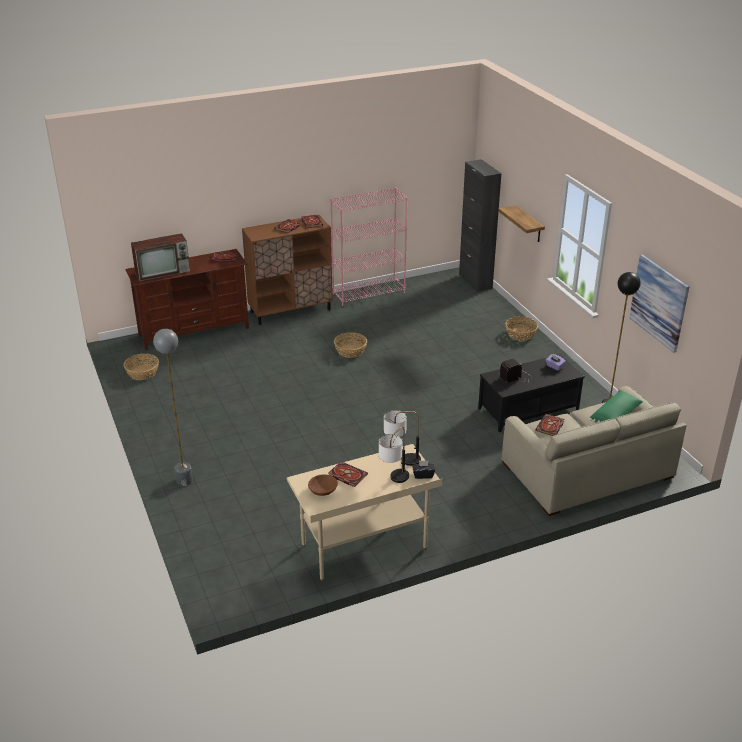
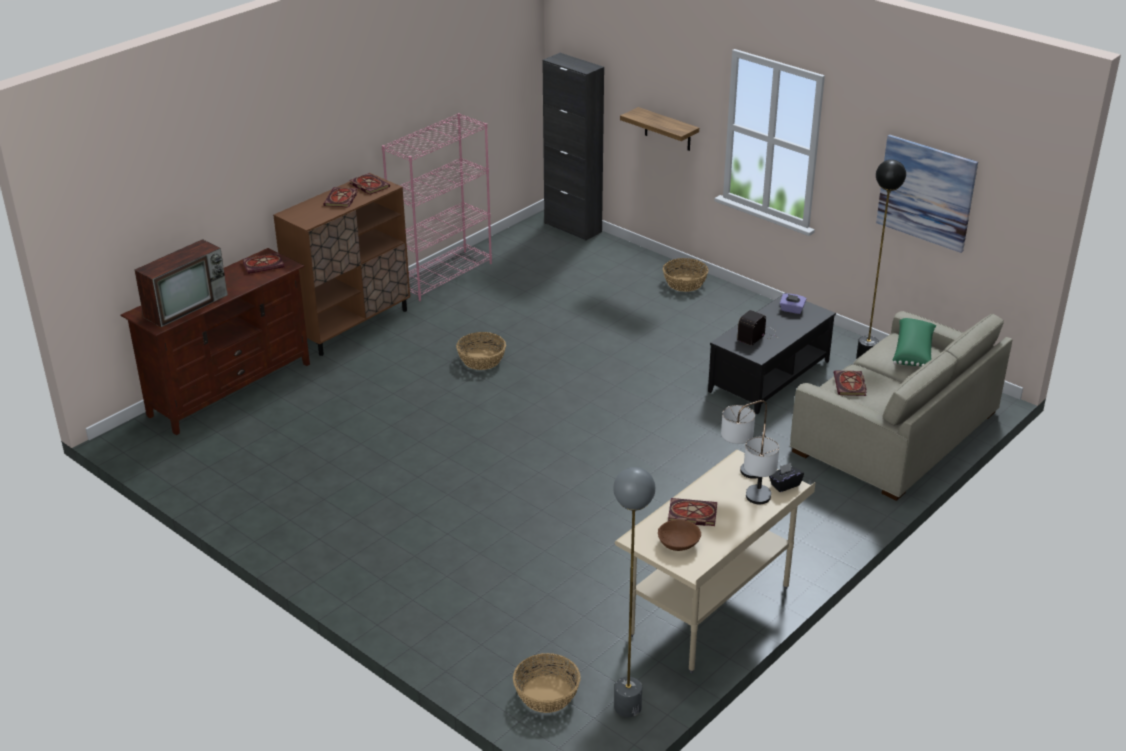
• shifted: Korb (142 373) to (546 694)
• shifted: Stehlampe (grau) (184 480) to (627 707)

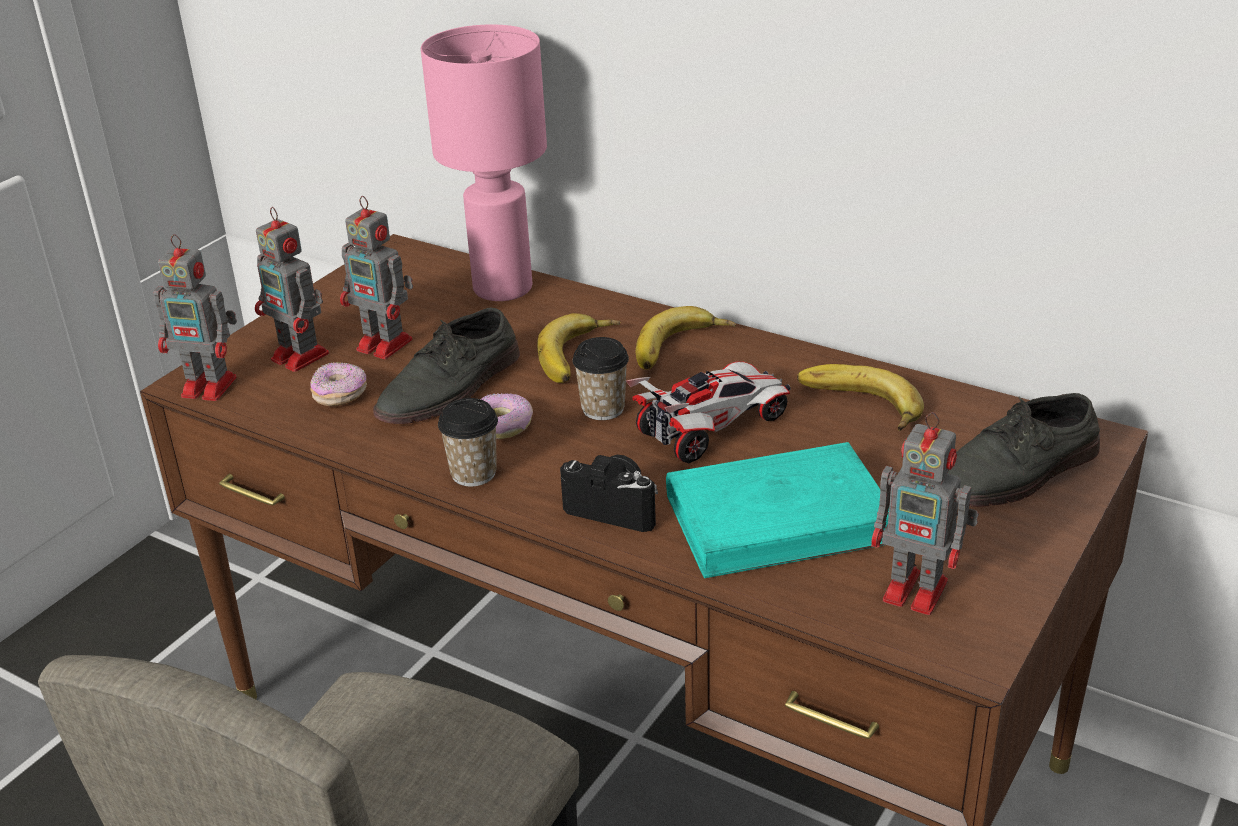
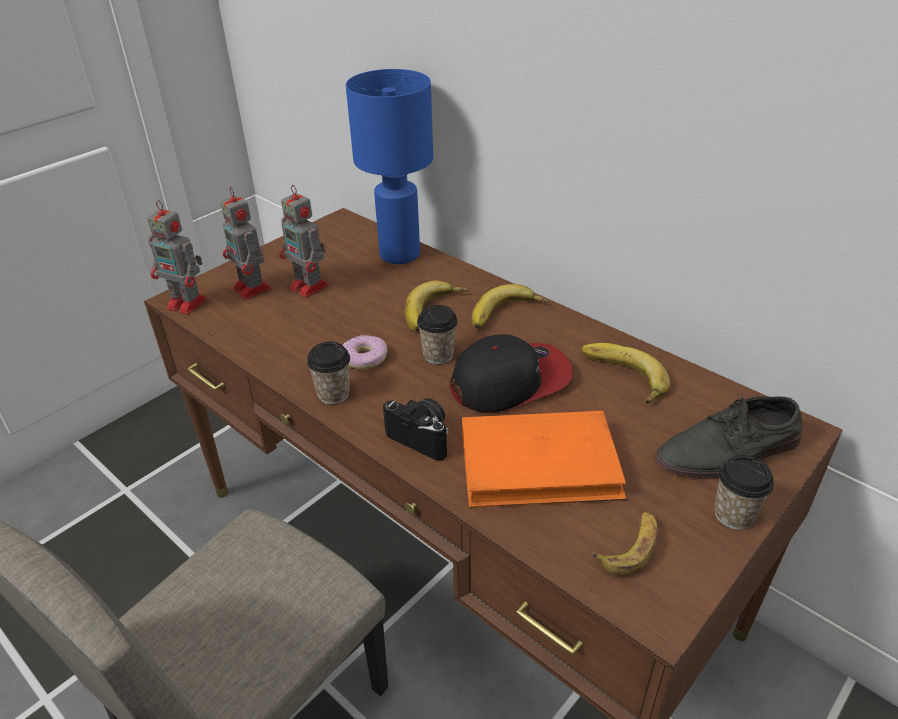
• repainted: Tischlampe (rosa) (501 289) to Tischlampe (blau) (398 255)
• swapped: Spielzeugauto (712 427) to Kappe (510 380)
• repainted: Buch (türkis) (780 518) to Buch (orange) (539 464)
• swapped: Spielzeugroboter (919 592) to Banane (630 547)
• new: Tasse (734 514)
• gone: Donut (340 395)
• gone: Schuh (grau) (451 387)

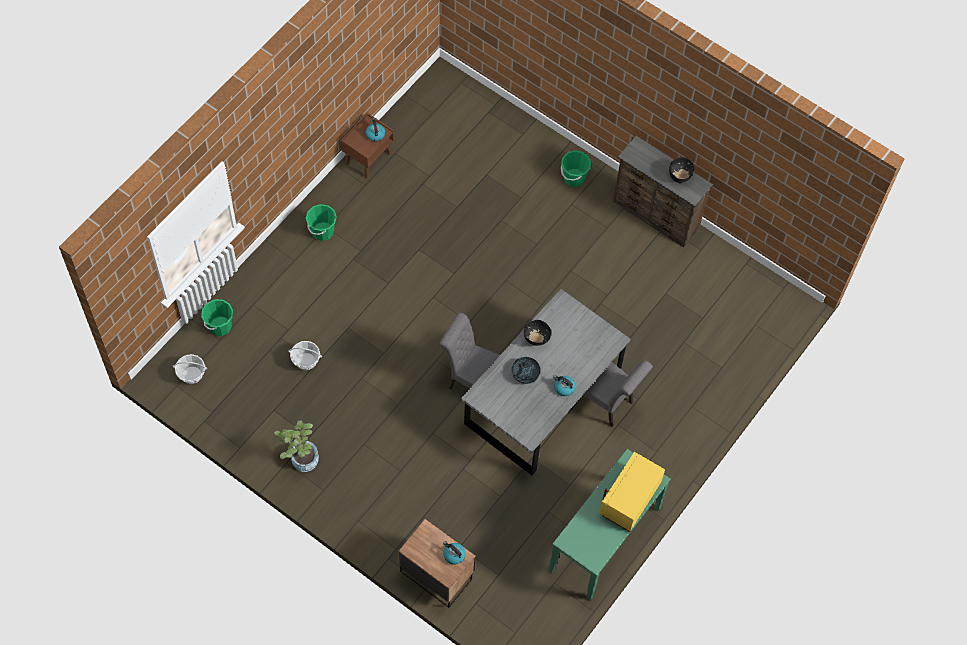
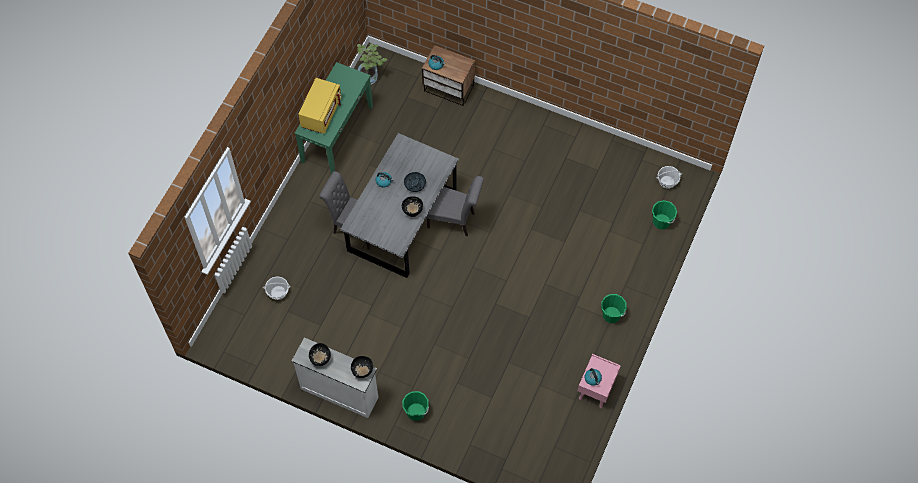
• shifted: Korb (306 361) to (278 292)
• repainted: Kommode (braun) (655 216) to Kommode (weiß) (339 392)
• new: Schüssel (schwarz) (362 372)
• shifted: Topfpflanze (300 459) to (371 77)
• repainted: Nachttisch (braun) (368 158) to Nachttisch (rosa) (596 389)

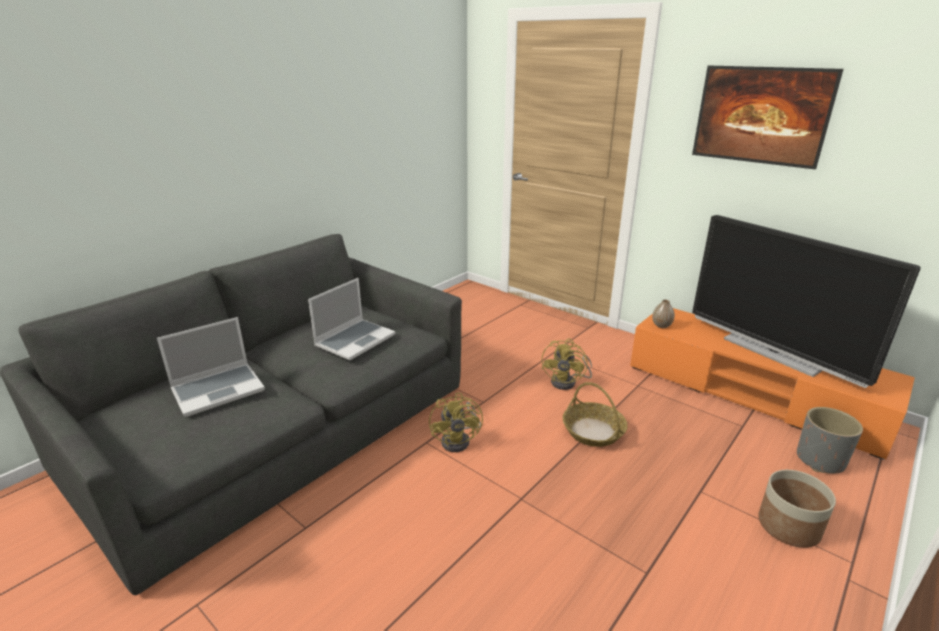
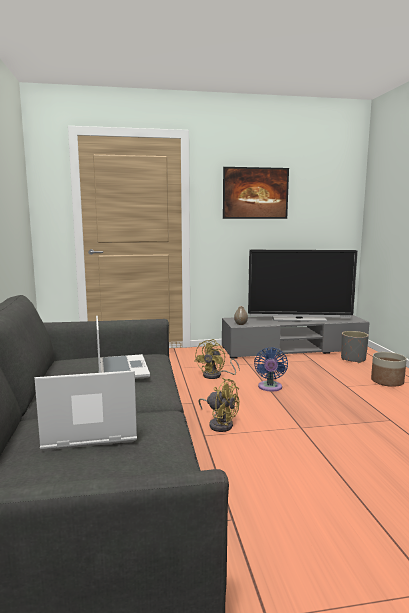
• rotated: Laptop (219 389) = (90 431) 105 degrees counterclockwise
• rotated: Ventilator (gelb) (568 382) = (216 375) 60 degrees clockwise
• repainted: Fernsehschrank (orange) (752 394) to Fernsehschrank (grau) (293 349)
• swapped: Korb (593 431) to Ventilator (blau) (270 388)

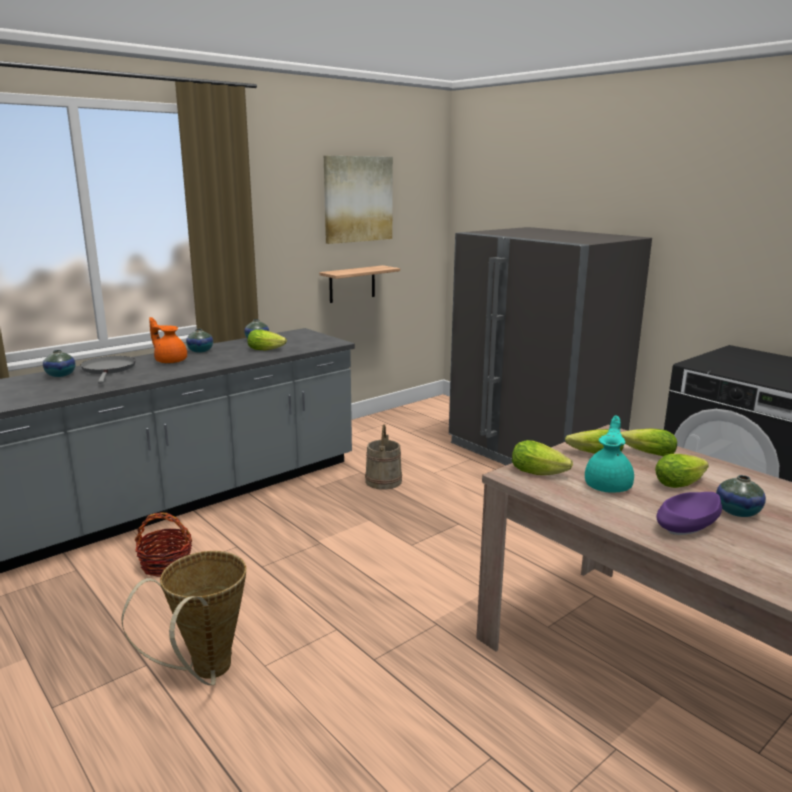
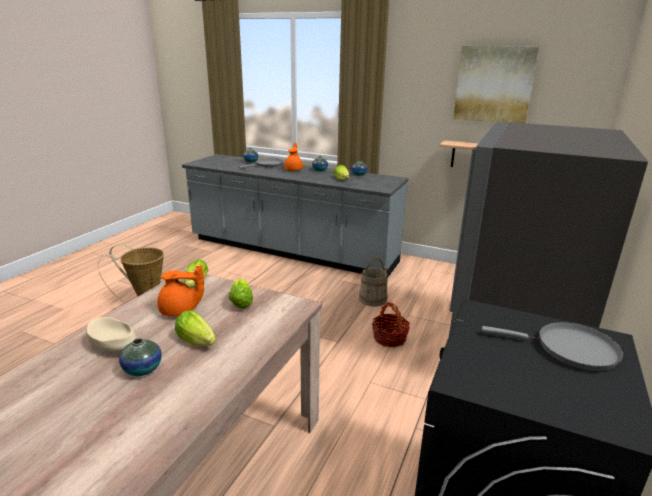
• repainted: Schüssel (lila) (687 526) to Schüssel (beige) (113 345)
• repainted: Teekanne (türkis) (608 485) to Teekanne (orange) (180 311)
• shifted: Korb (166 564) to (389 338)
• new: Pfanne (grau) (570 349)
• gone: Salatkopf (645 453)

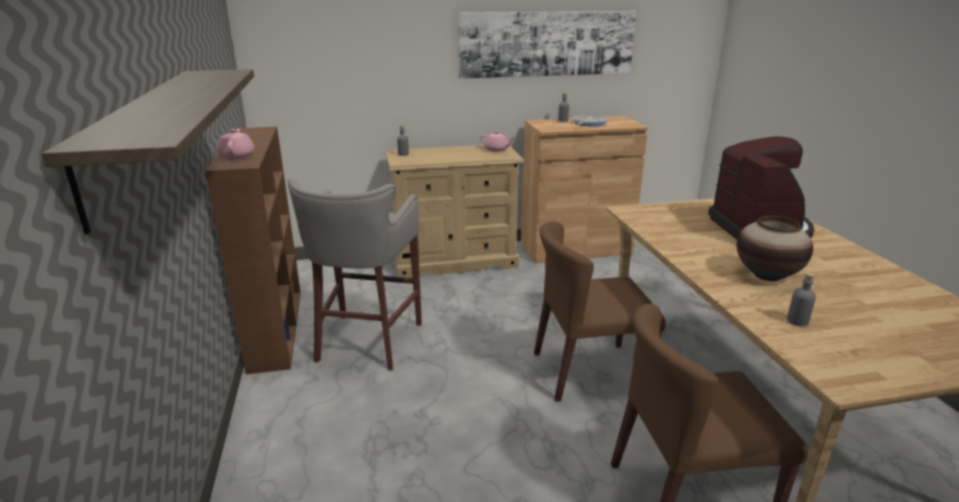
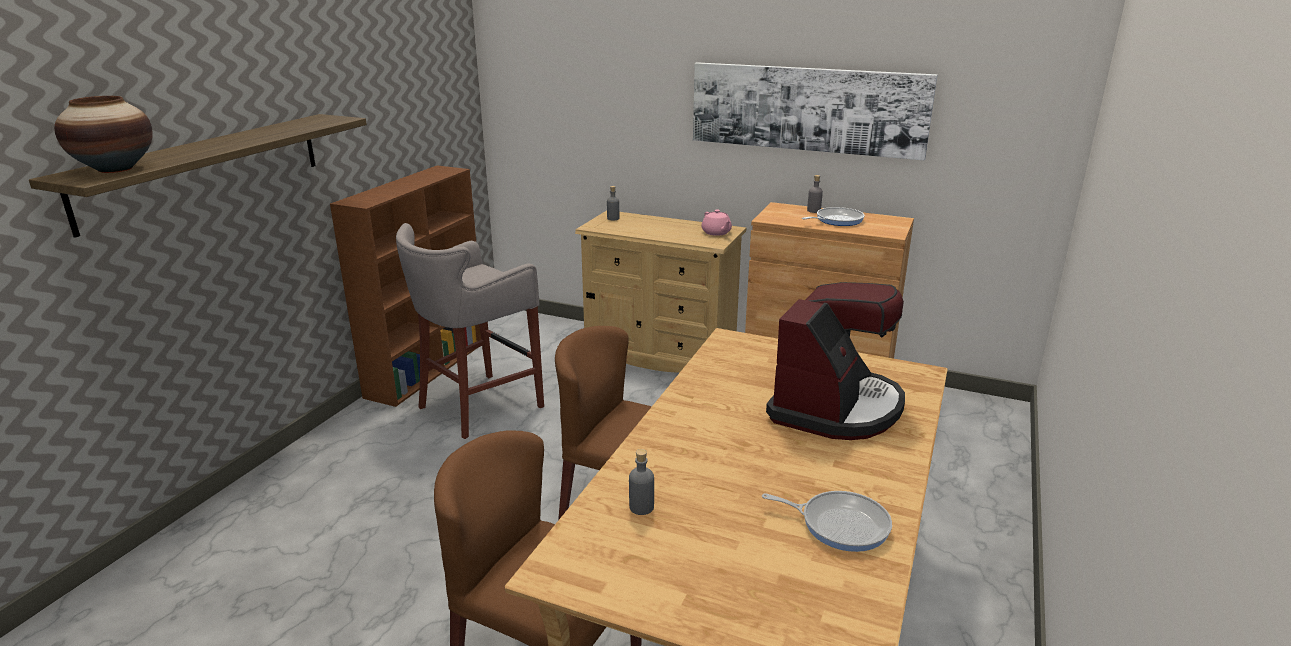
• shifted: Vase (766 275) to (115 169)
• new: Pfanne (840 524)
• gone: Teekanne (rosa) (237 156)

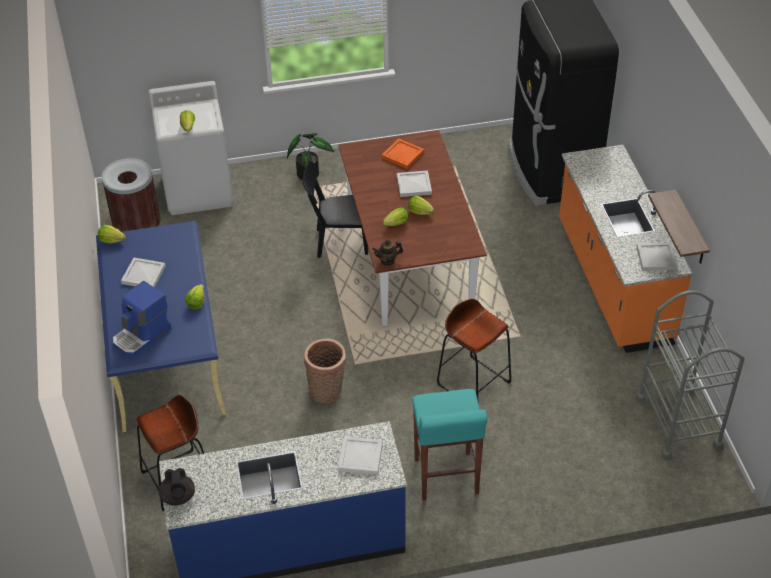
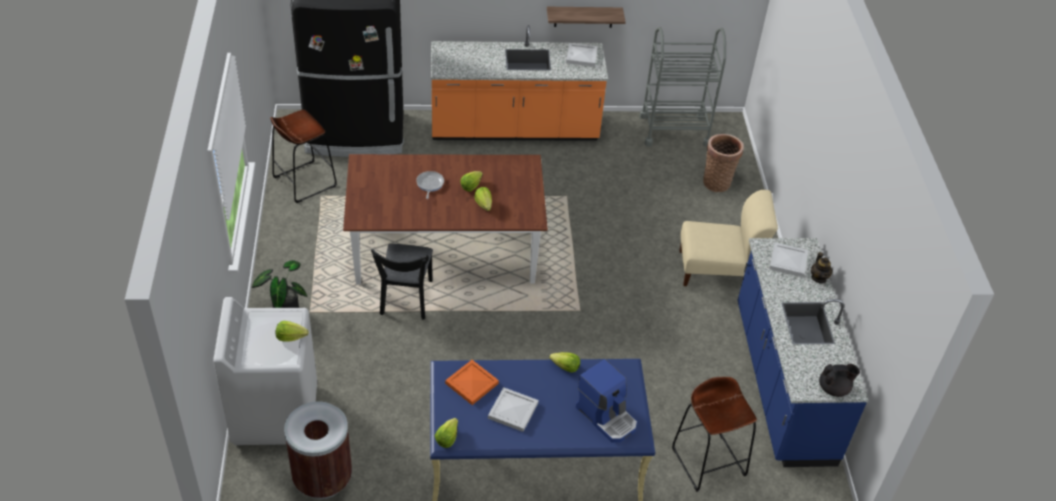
• shifted: Hocker (braun) (473 383) to (304 181)
• swapped: Tablett (weiß) (413 185) to Pfanne (429 184)
• shifted: Tablett (orange) (403 155) to (472 383)
• swapped: Hocker (türkis) (446 477) to Stuhl (beige) (718 270)
• shifted: Korb (327 391) to (717 181)
• shifted: Teekanne (387 261) to (819 278)

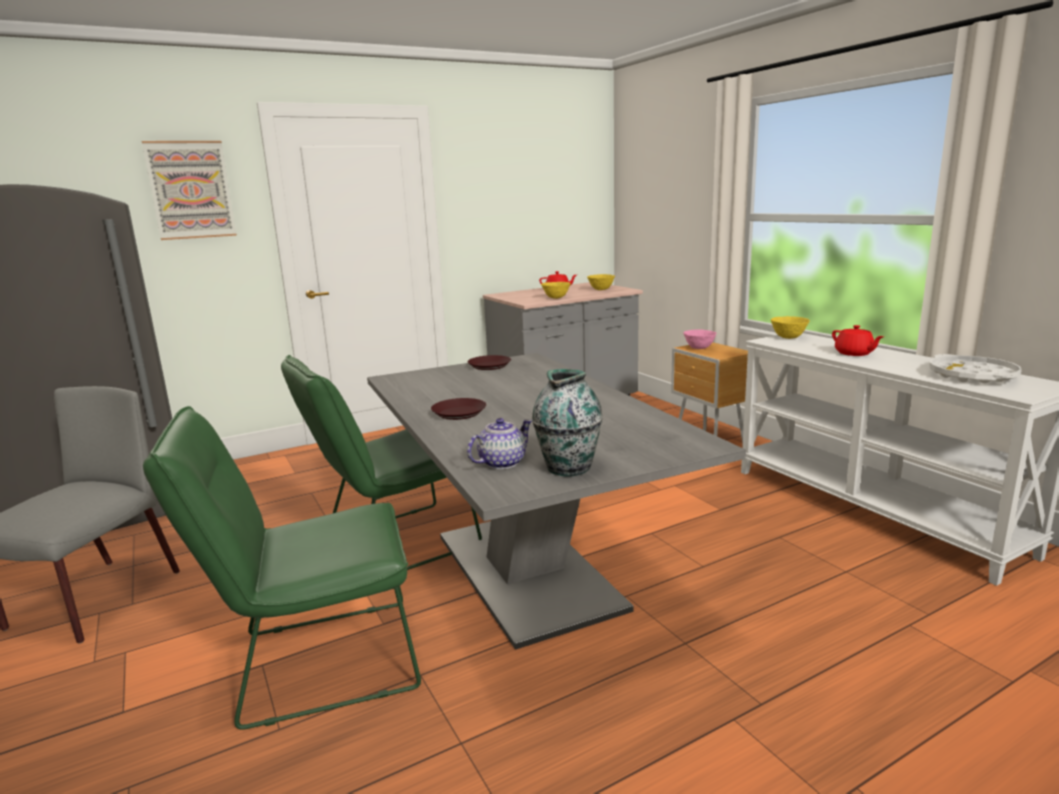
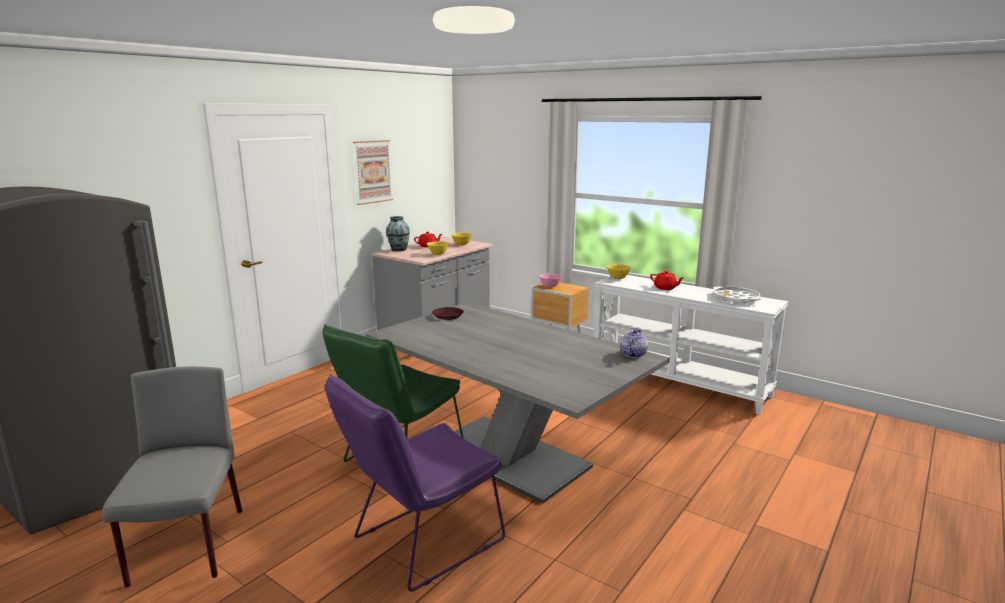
• repainted: Stuhl (grün) (314 663) to Stuhl (lila) (420 543)
• shifted: Bild (191 190) to (372 172)
• shifted: Vase (569 467) to (399 250)
• shifted: Teekanne (501 463) to (632 354)
• gone: Teller (braun) (459 413)

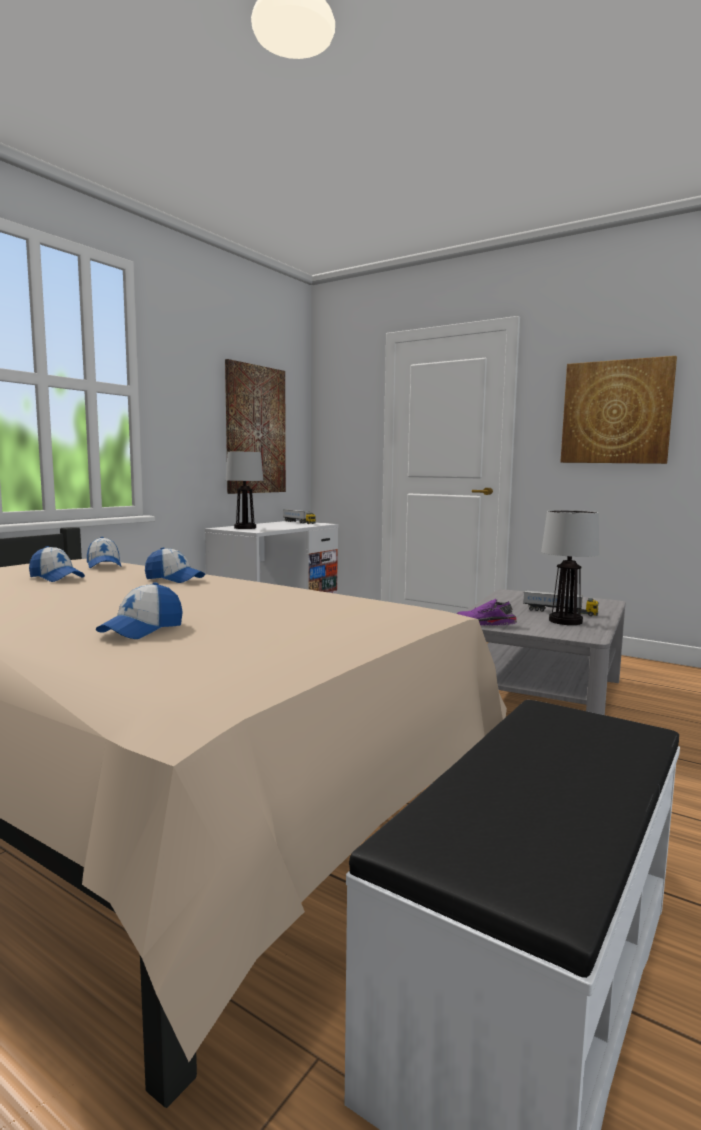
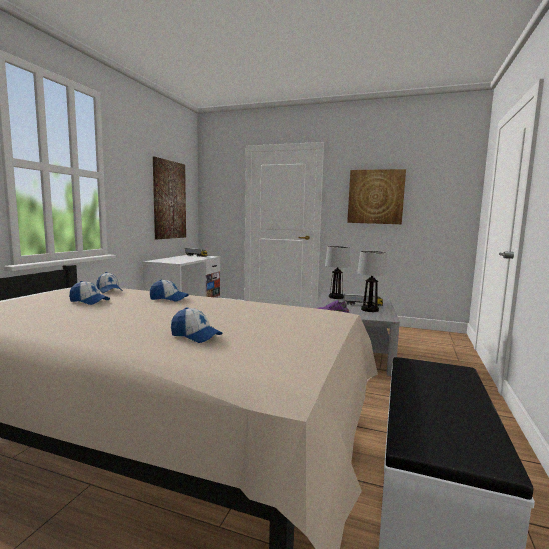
• rotated: Kappe (142 630) = (196 336) 75 degrees counterclockwise
• shifted: Tischlampe (244 528) to (335 297)

